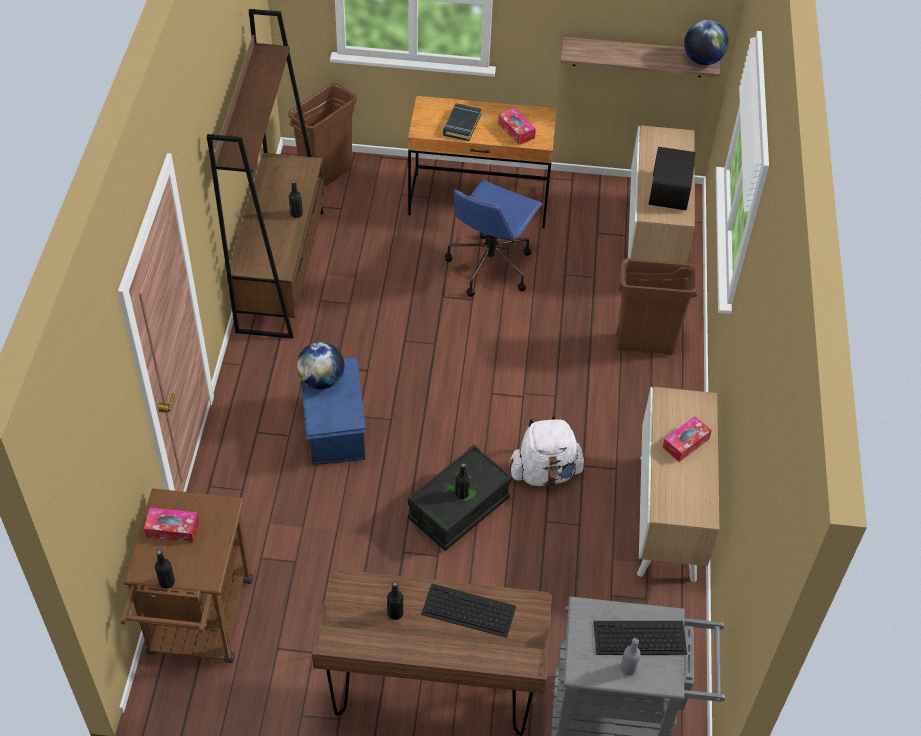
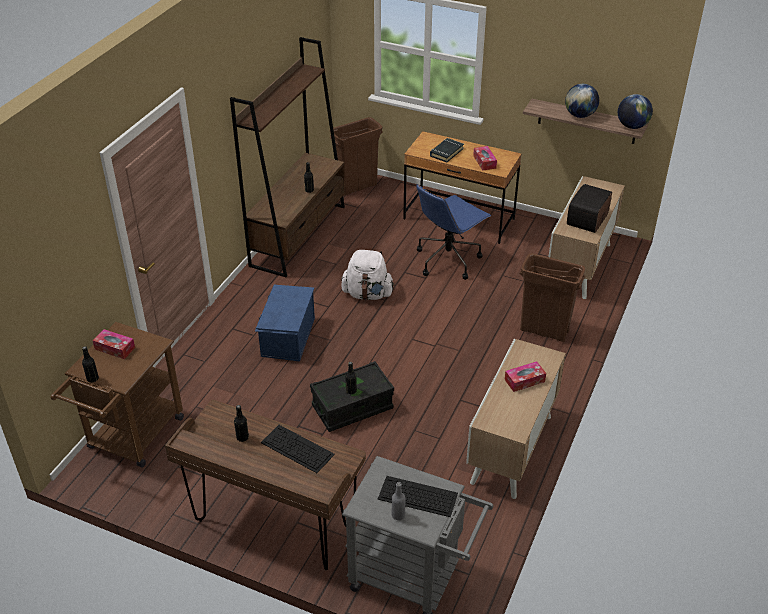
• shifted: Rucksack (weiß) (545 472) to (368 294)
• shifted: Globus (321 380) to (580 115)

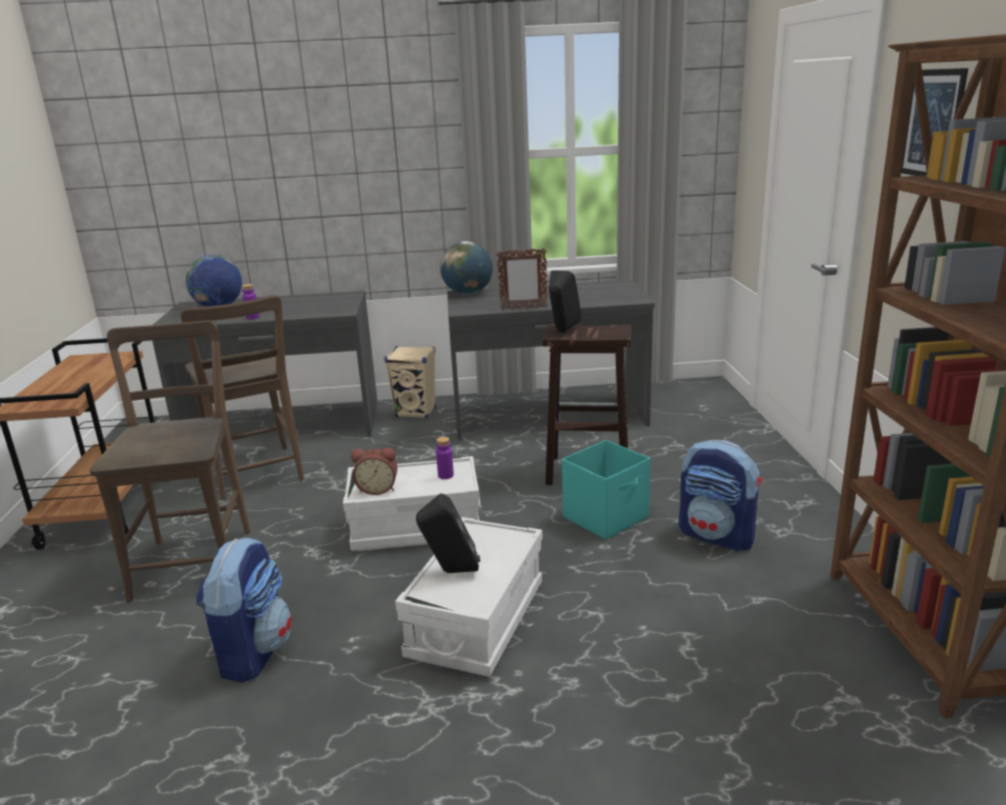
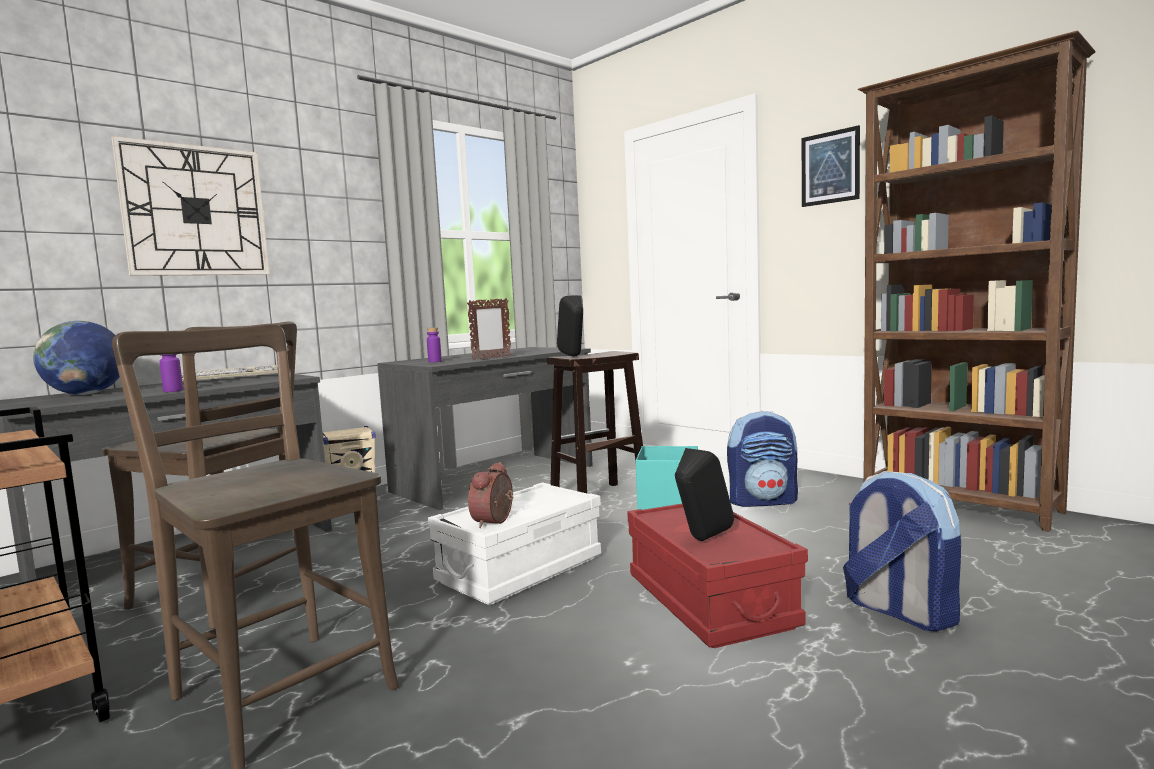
• new: Wanduhr (195 211)
• new: Tastatur (230 378)
• shifted: Flasche (lila) (445 475) to (435 361)
• rotated: Wecker (377 489) = (495 522) 150 degrees clockwise
• repainted: Aufbewahrungsbox (weiß) (477 620) to Aufbewahrungsbox (rot) (709 601)
• shifted: Rucksack (252 652) to (898 611)
• gone: Globus (468 293)

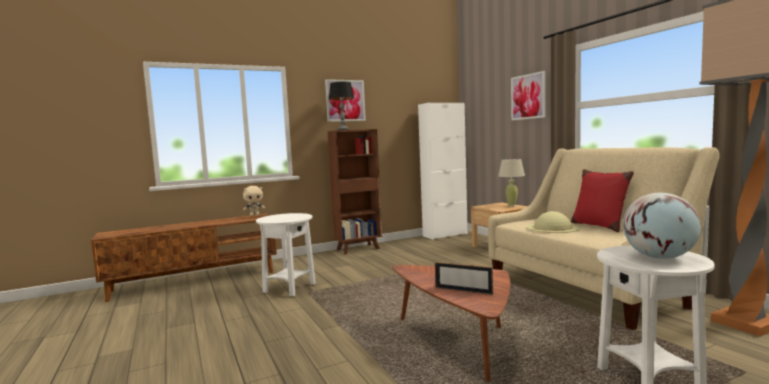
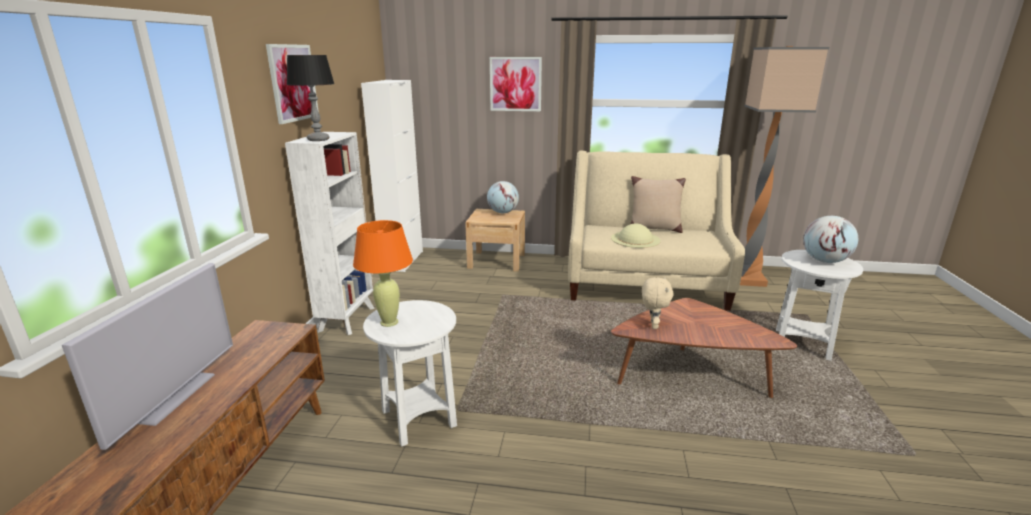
• new: Fernseher (173 397)
• repainted: Bücherregal (braun) (359 249) to Bücherregal (weiß) (347 318)
• new: Tischlampe (orange) (389 322)
• swapped: Tischlampe (beige) (512 206) to Globus (503 212)
• repainted: Kissen (rot) (598 226) to Kissen (beige) (654 228)
• shifted: Plüschtier (beige) (254 215) to (653 325)
• gone: Bilderrahmen (463 291)

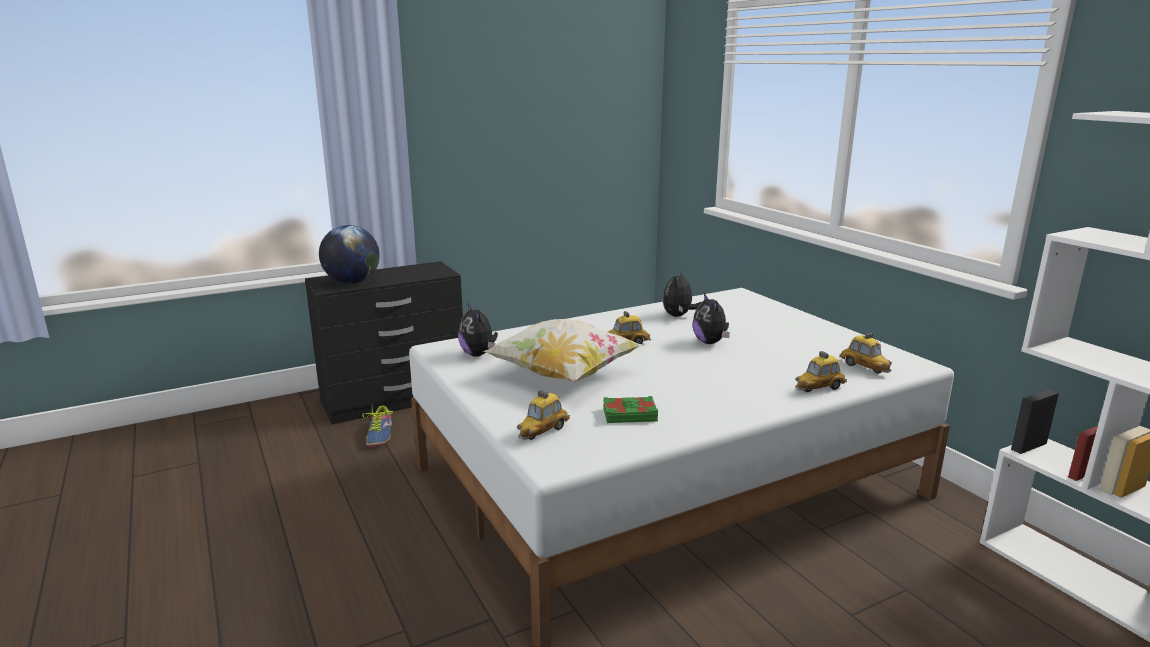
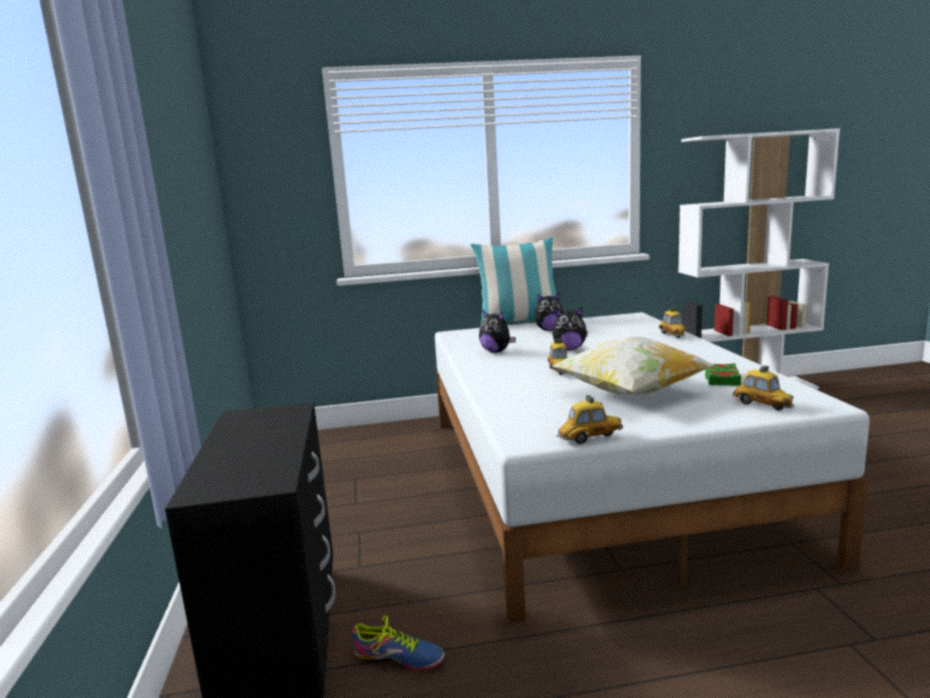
• new: Kissen (519 322)
• shifted: Plüschtier (478 354) to (548 330)
• shifted: Spielzeugauto (864 368) to (590 438)
• gone: Globus (352 282)

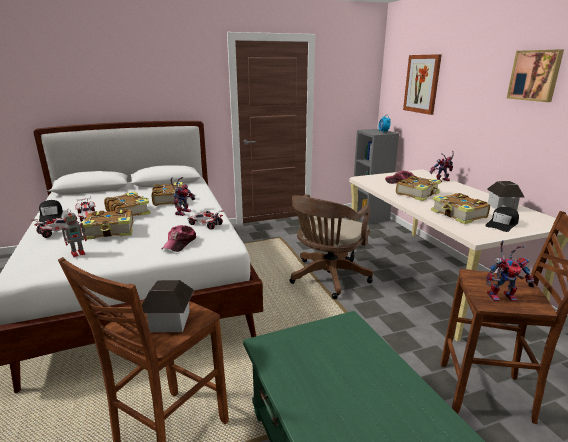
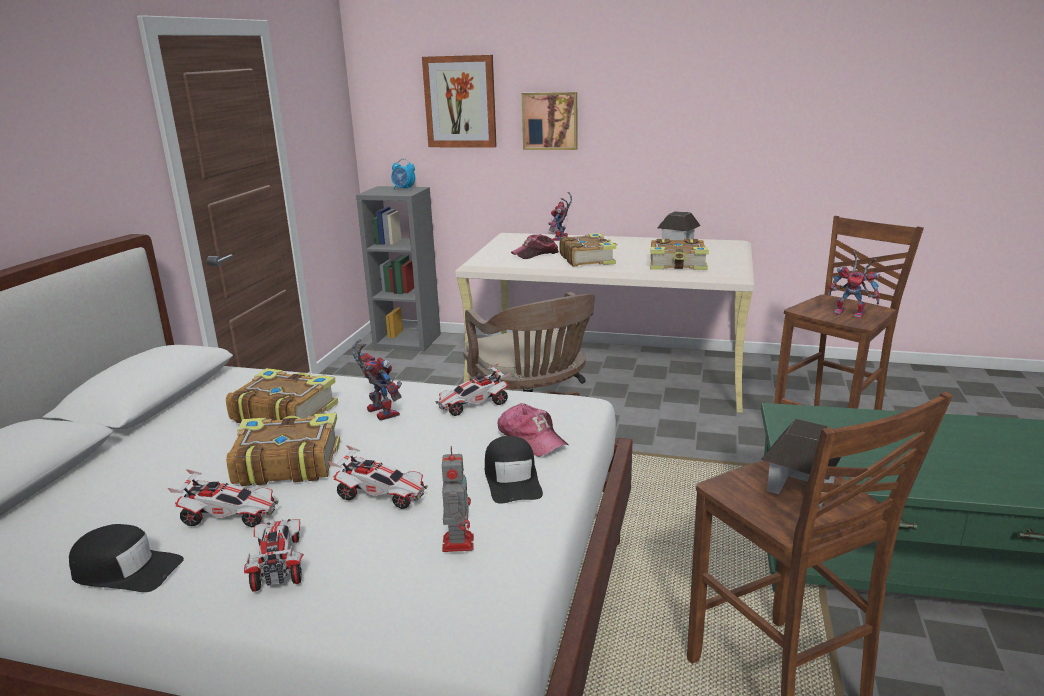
• swapped: Buch (111 231) to Spielzeugauto (381 495)
• shifted: Kappe (schwarz) (502 224) to (512 479)
• shifted: Bild (535 75) to (550 121)
• rotated: Spielzeugroboter (502 296) = (852 314) 90 degrees clockwise

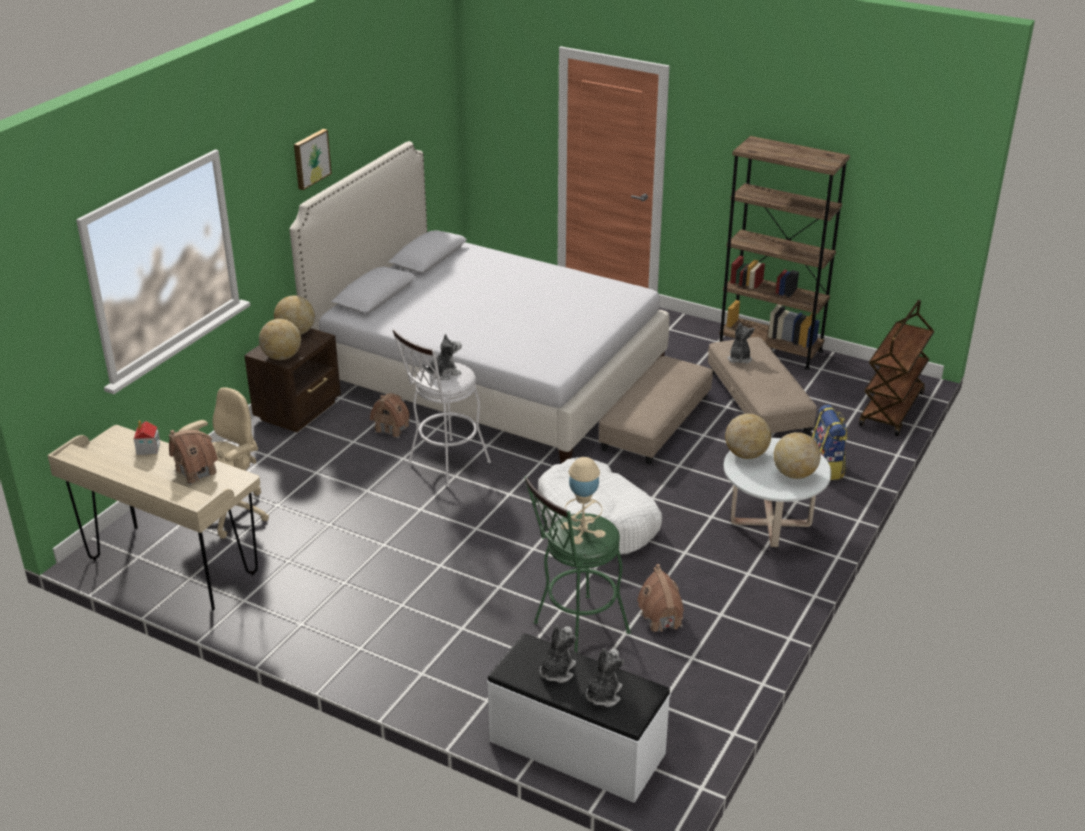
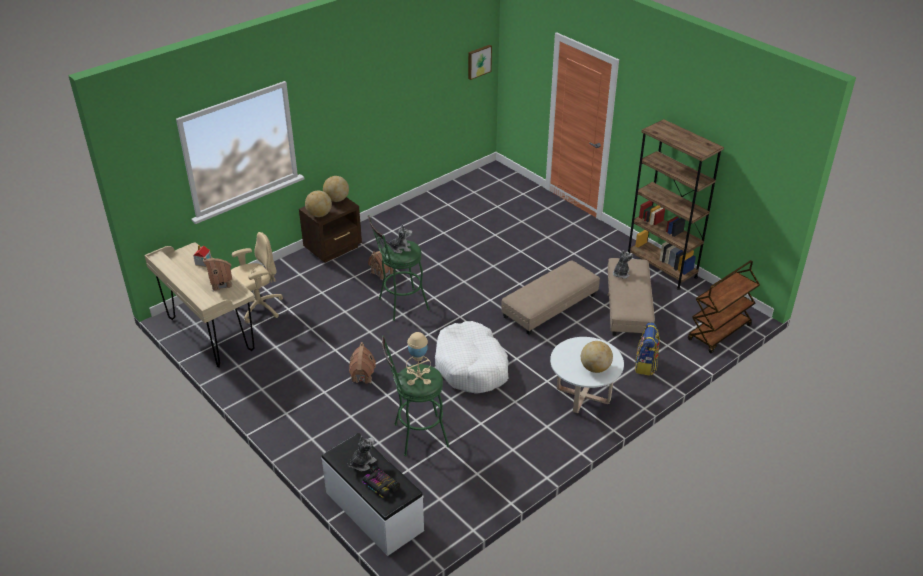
• shifted: Spielzeughaus (661 619) to (362 375)
• swapped: Plüschtier (603 695) to Spielzeugauto (380 485)
• repainted: Hocker (weiß) (443 465) to Hocker (grün) (399 305)
• shifted: Bild (310 158) to (478 61)
• gone: Bett (weiß) (487 374)
• gone: Globus (746 455)

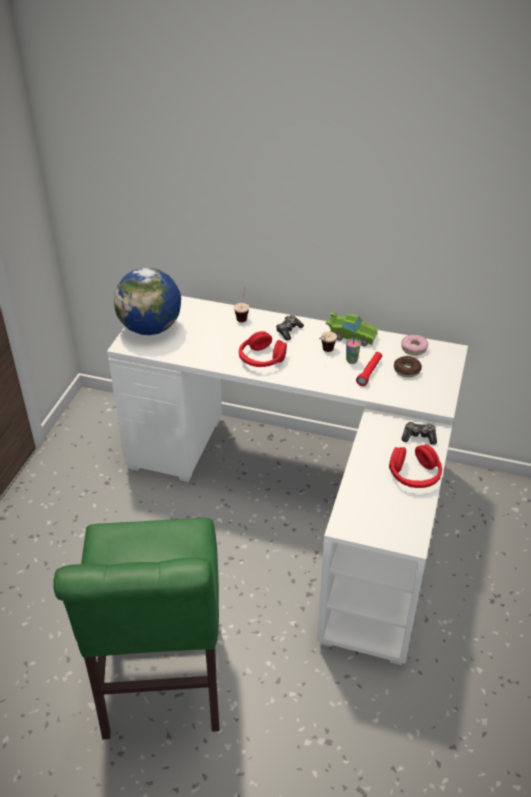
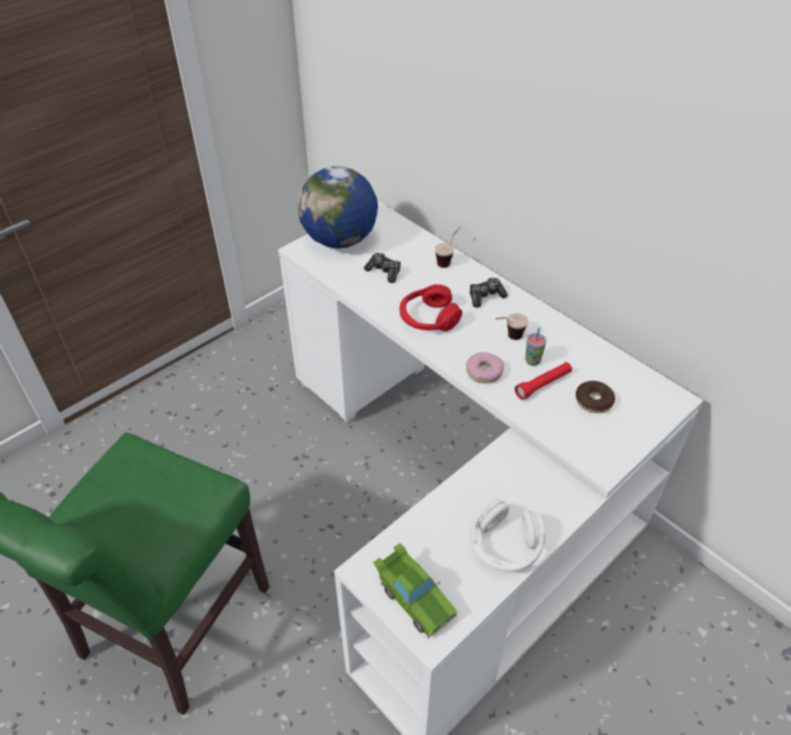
• shifted: Gamepad (419 437) to (384 272)
• shifted: Spielzeugauto (grün) (351 336) to (414 598)
• shifted: Donut (414 348) to (484 372)
• repainted: Kopfhörer (rot) (414 475) to Kopfhörer (weiß) (504 545)

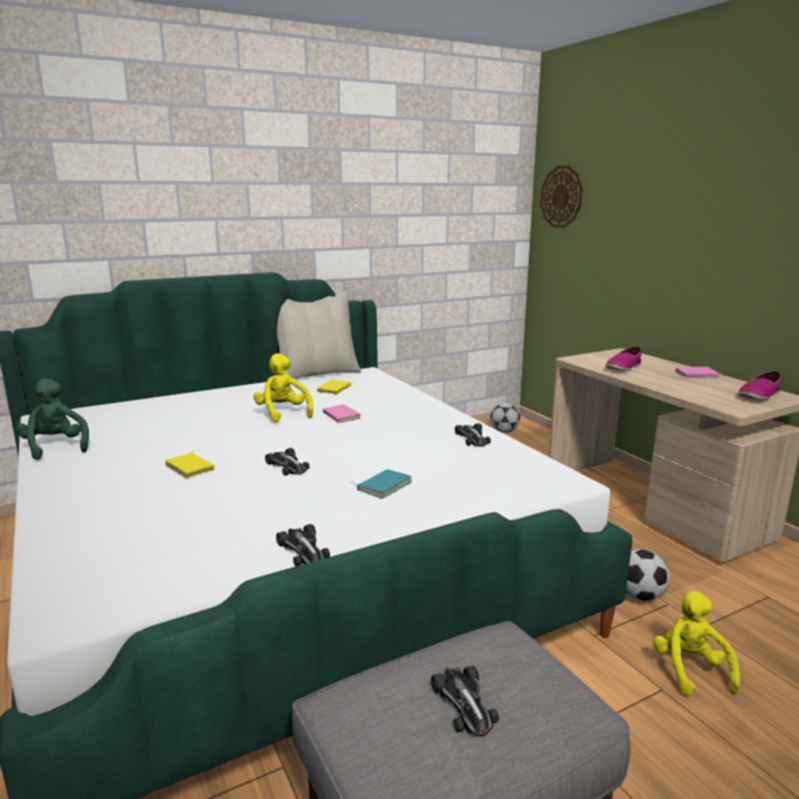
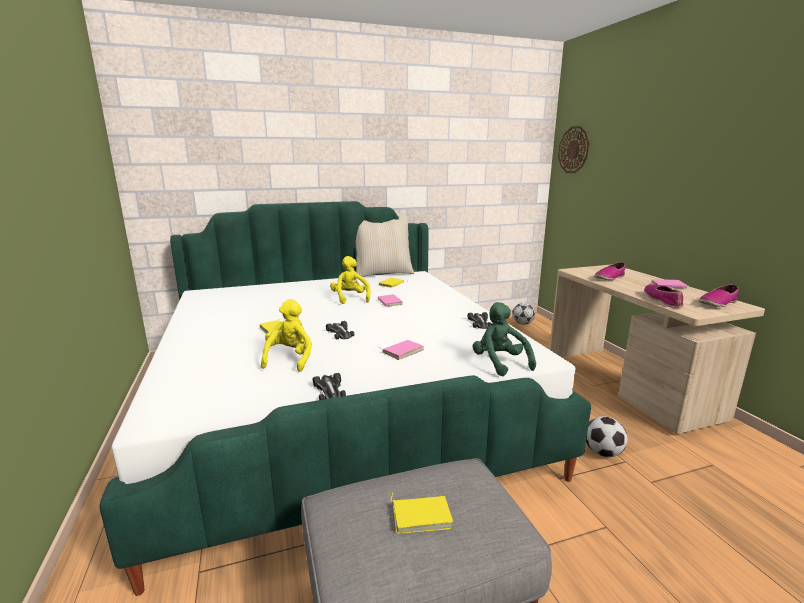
• shifted: Plüschtier (gelb) (690 669) to (290 359)
• repainted: Buch (türkis) (383 486) to Buch (rosa) (402 351)
• swapped: Spielzeugauto (464 704) to Buch (gelb) (421 515)
• shifted: Plüschtier (grün) (56 447) to (500 363)
• new: Schuh (663 300)

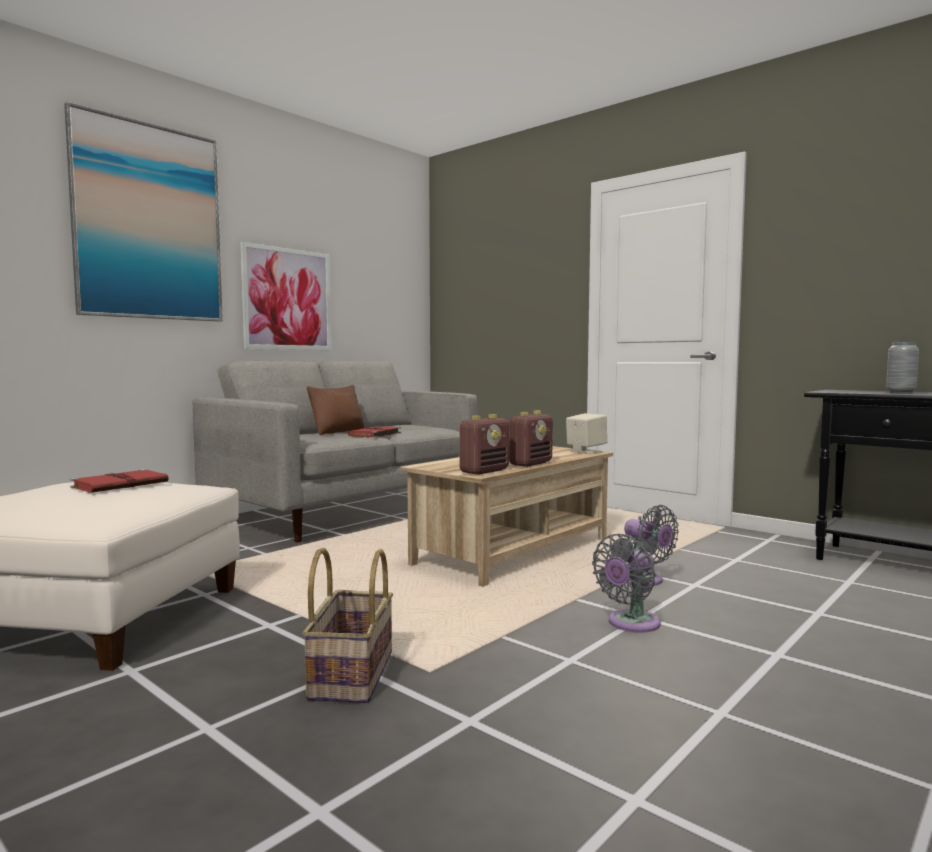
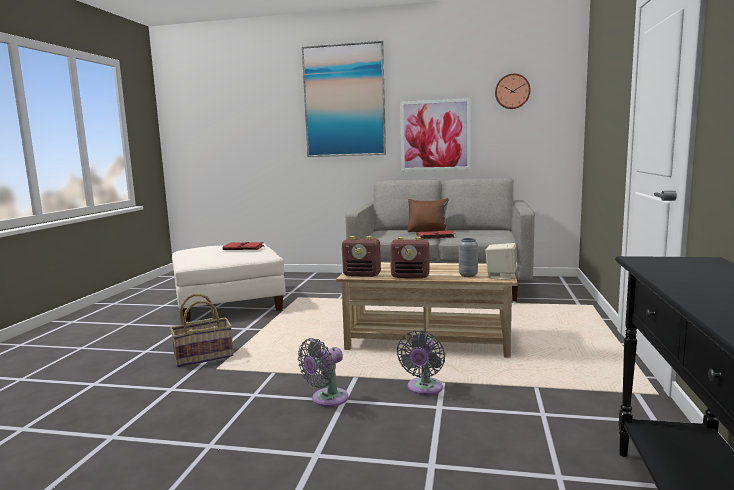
• rotated: Ventilator (grau) (630 624) = (326 399) 60 degrees counterclockwise
• shifted: Vase (grau) (900 393) to (468 275)
• new: Wanduhr (512 91)

